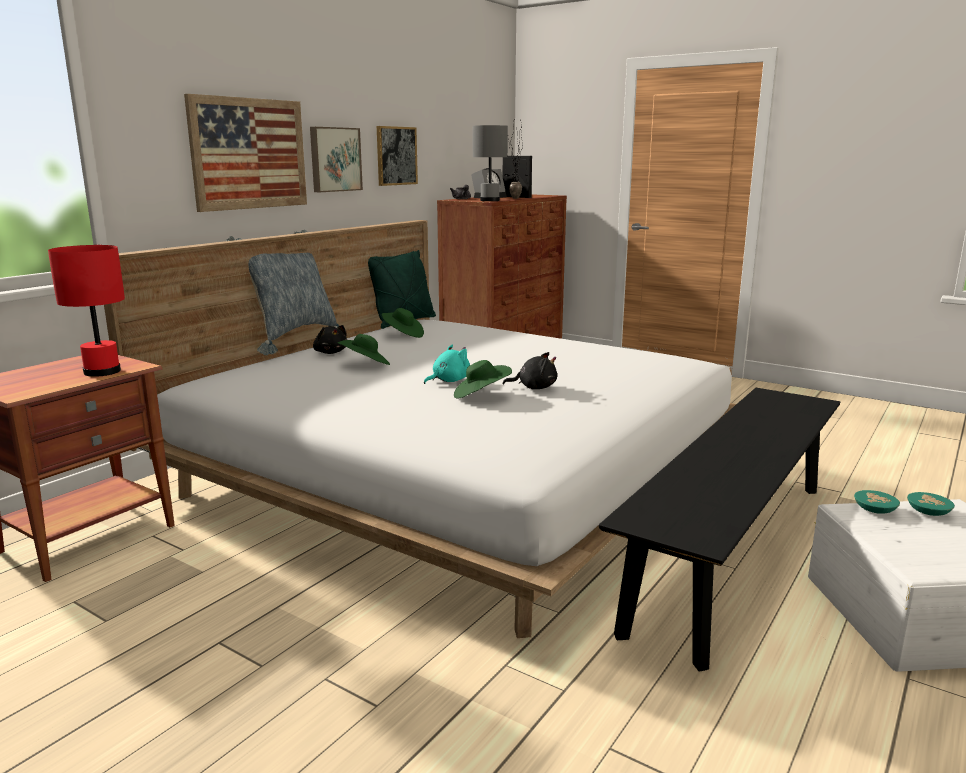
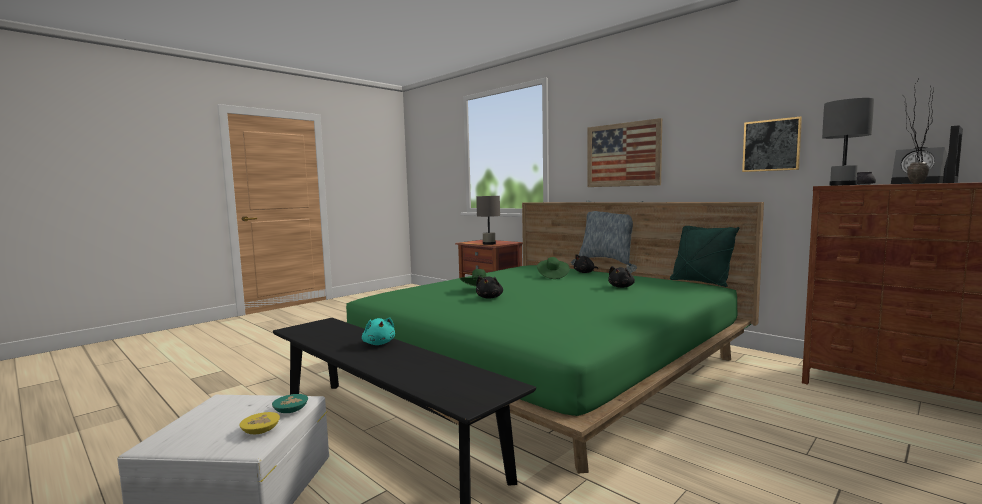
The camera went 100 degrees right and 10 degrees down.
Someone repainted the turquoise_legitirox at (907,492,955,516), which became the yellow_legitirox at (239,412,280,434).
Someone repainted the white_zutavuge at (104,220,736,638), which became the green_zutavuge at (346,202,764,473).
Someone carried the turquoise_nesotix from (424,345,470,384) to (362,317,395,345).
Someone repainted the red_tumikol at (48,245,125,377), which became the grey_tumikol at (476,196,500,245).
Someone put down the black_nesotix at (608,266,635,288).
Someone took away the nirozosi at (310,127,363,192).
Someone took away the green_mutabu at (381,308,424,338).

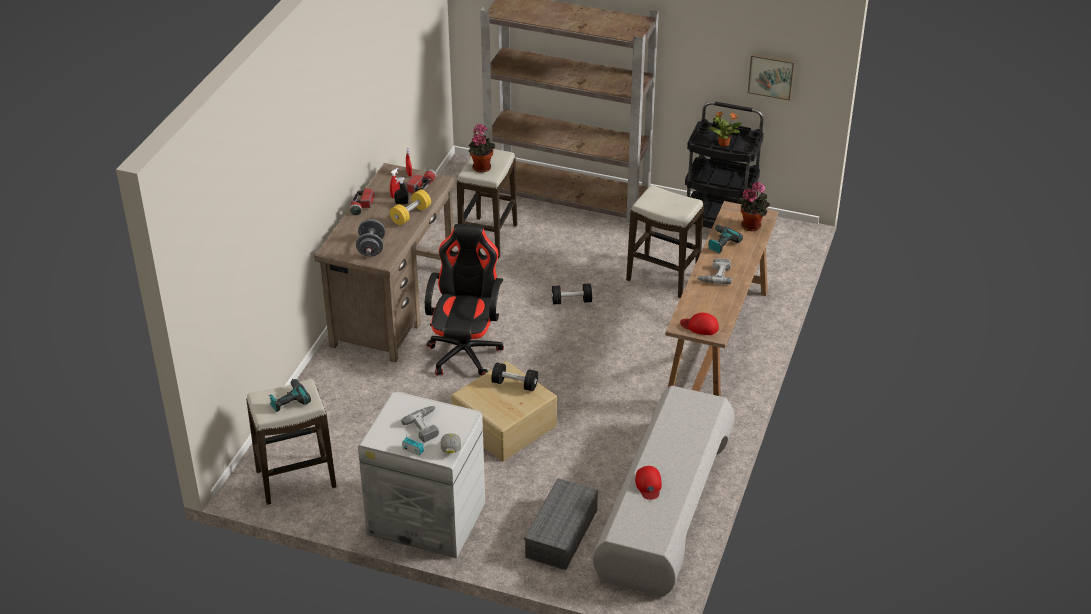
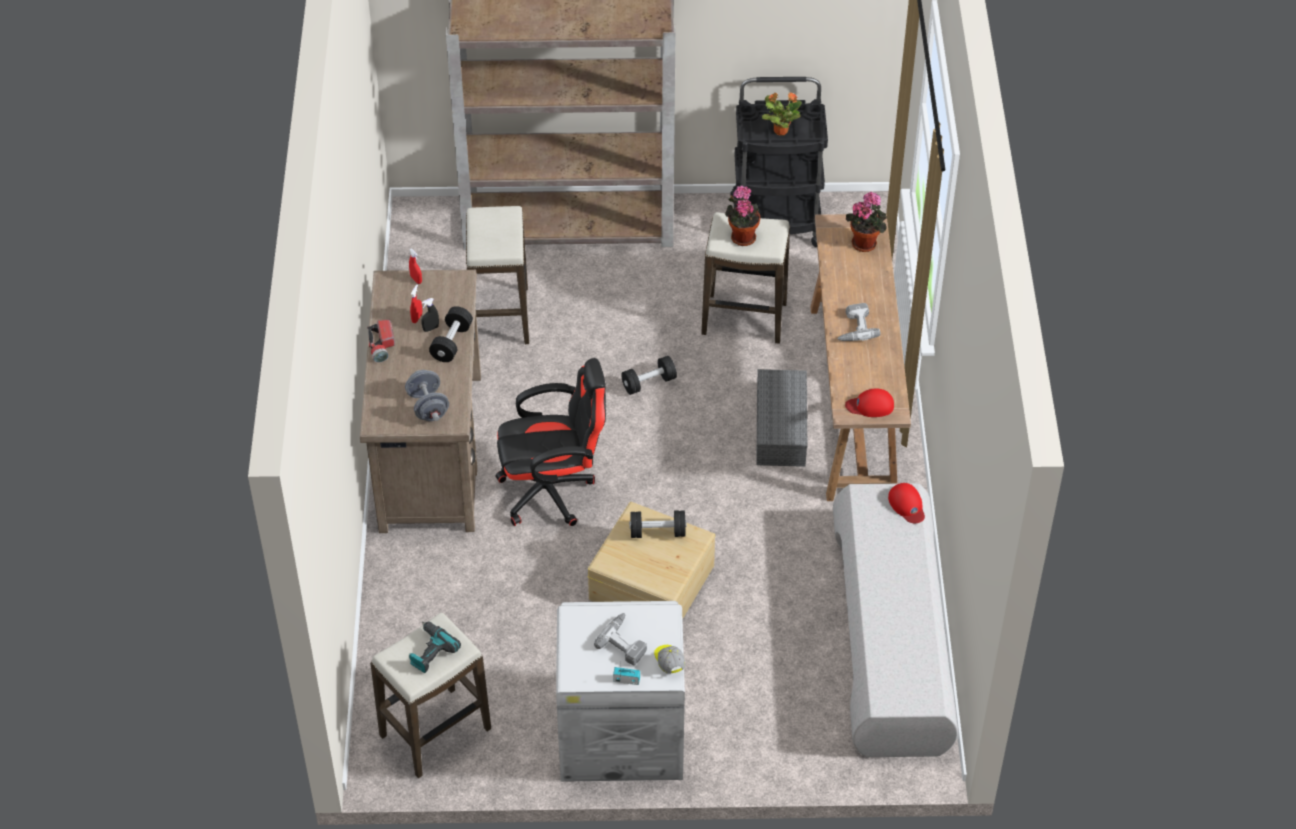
The camera went 20 degrees left and 10 degrees up.
Someone repainted the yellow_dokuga at (390,189,431,225), which became the black_dokuga at (429,306,473,362).
Someone rotated the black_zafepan at (425,224,504,376) by 90 degrees clockwise.
Someone carried the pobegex from (468,124,495,173) to (725,185,760,246).
Someone carried the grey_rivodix from (524,478,598,570) to (756,369,807,467).
Someone carried the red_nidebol from (635,466,662,500) to (888,483,925,523).
Someone took away the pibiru at (406,169,437,193).
Someone took away the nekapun at (708,224,743,253).
Someone took away the nirozosi at (748,53,795,100).

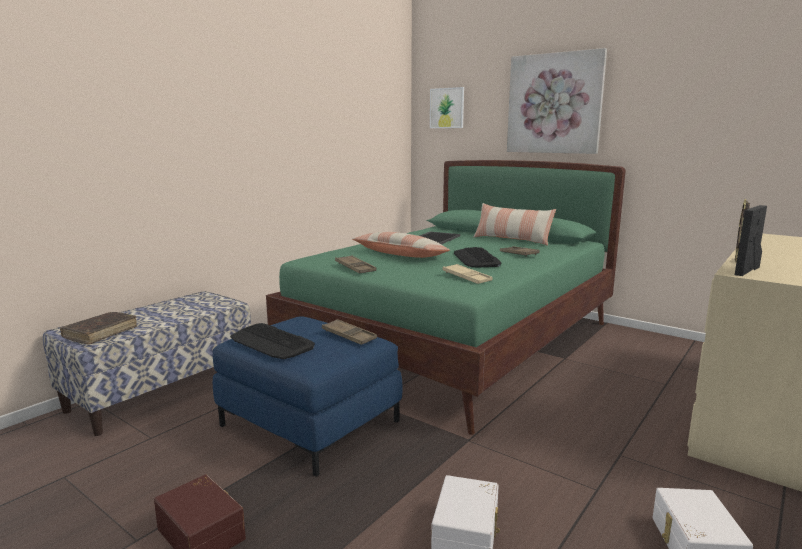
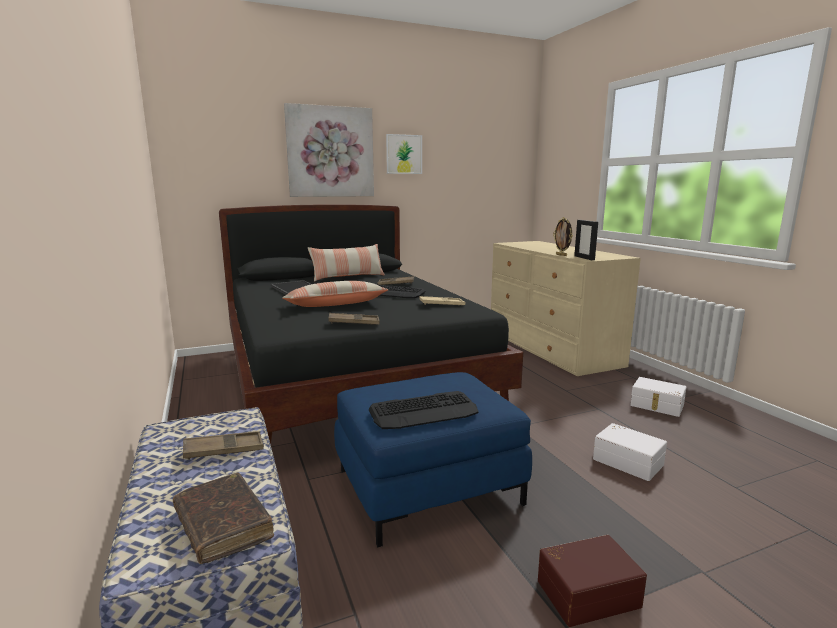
The camera went 60 degrees left and 0 degrees up.
Someone carried the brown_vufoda from (322,319,377,345) to (183,431,264,460).
Someone repainted the green_zutavuge at (266,160,626,435), which became the black_zutavuge at (219,204,523,444).
Someone carried the nirozosi from (430,87,464,128) to (386,134,422,174).

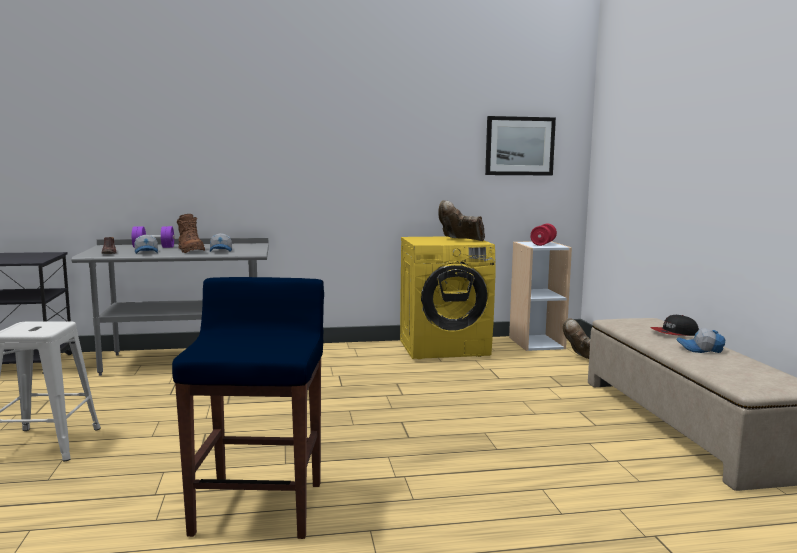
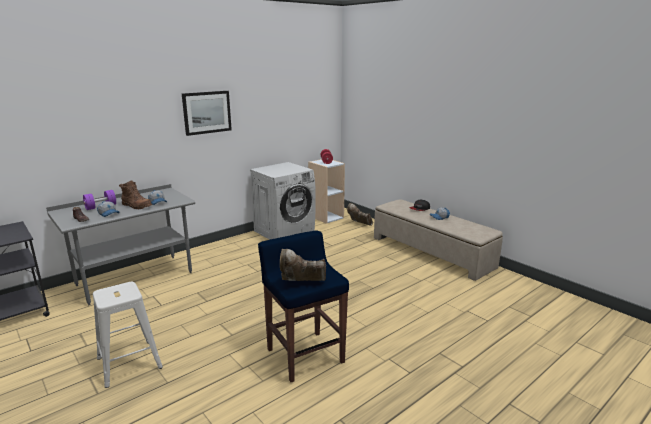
The camera went 30 degrees left and 10 degrees up.
Someone carried the nirozosi from (485,116,556,176) to (182,91,232,136).
Someone repainted the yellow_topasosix at (400,236,496,359), which became the white_topasosix at (250,162,316,240).
Someone carried the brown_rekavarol from (438,200,485,241) to (280,249,326,281).

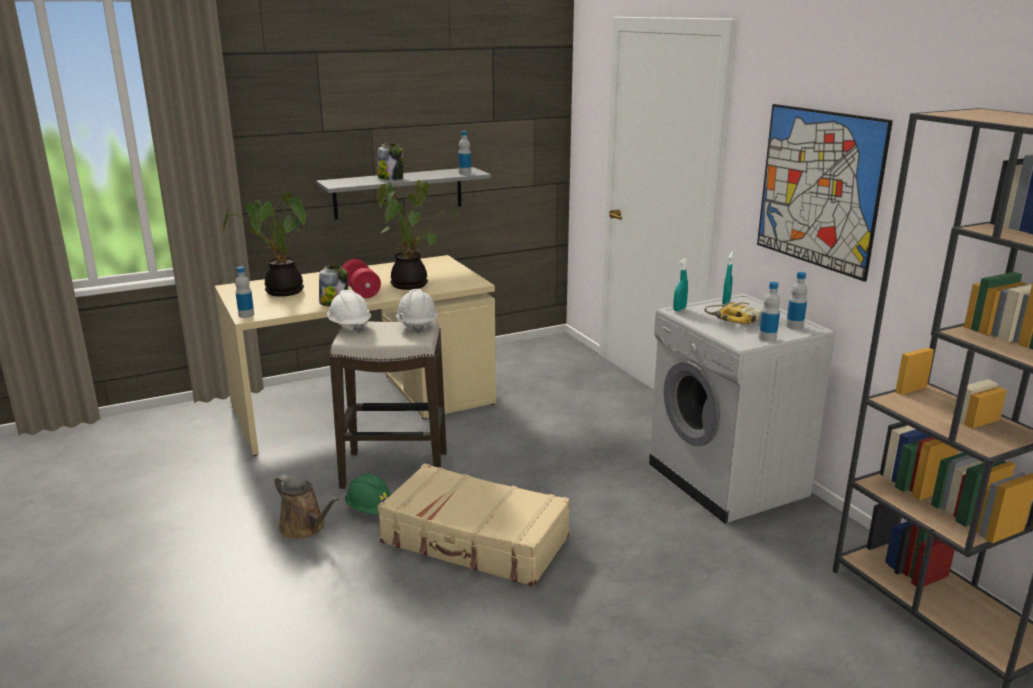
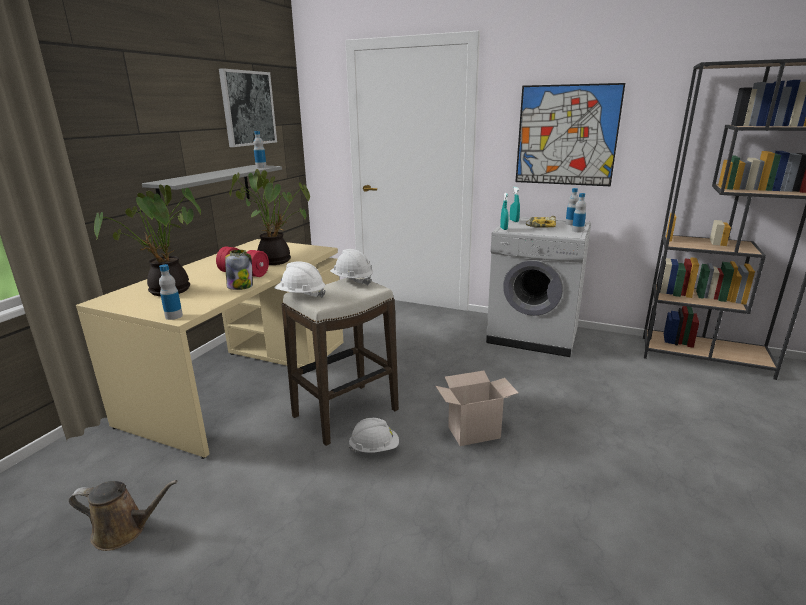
The camera went 40 degrees left and 0 degrees up.
Someone carried the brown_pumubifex from (274,474,339,539) to (69,480,178,551).
Someone put up the nirozosi at (219,68,277,147).
Someone repainted the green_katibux at (345,474,391,515), which became the white_katibux at (349,418,399,453).
Someone swapped the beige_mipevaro at (377,463,570,587) for the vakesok at (436,371,518,446).
Someone took away the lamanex at (378,143,403,180).

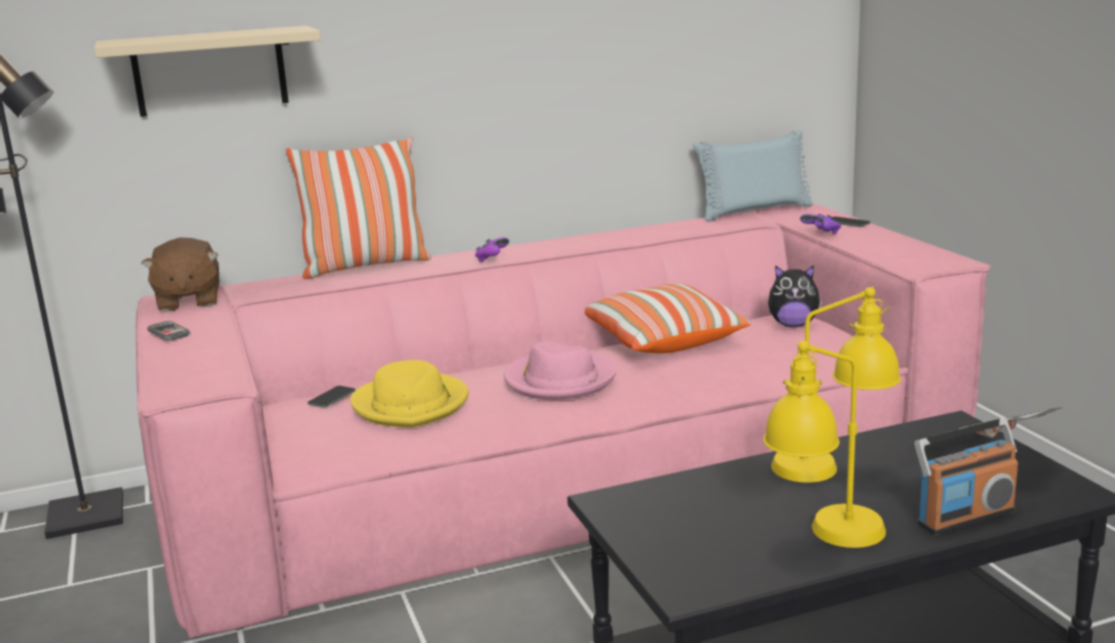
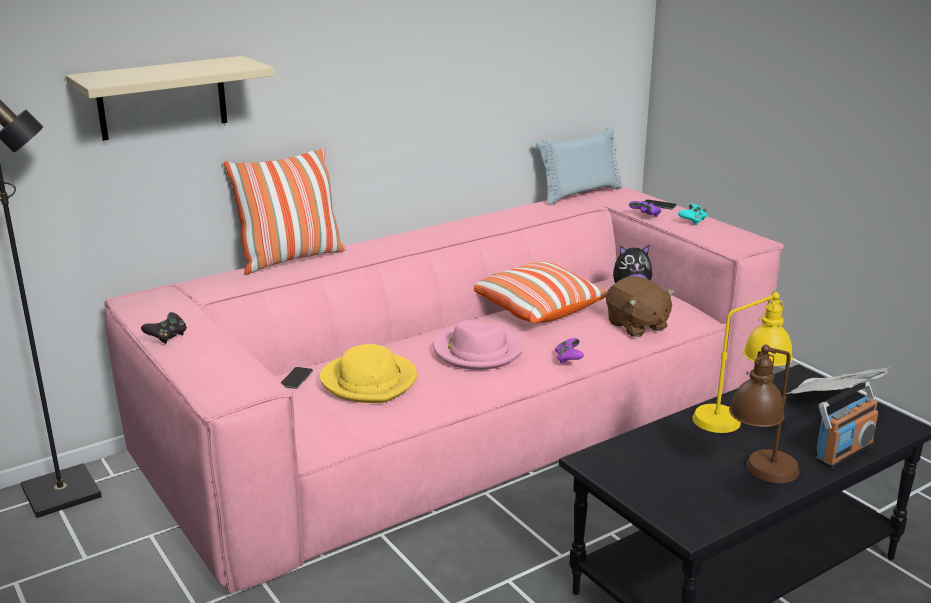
The camera went 15 degrees left and 5 degrees up.
Someone swapped the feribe at (147,321,190,341) for the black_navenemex at (141,312,187,344).
Someone carried the purple_navenemex from (475,238,509,262) to (555,338,584,364).
Someone carried the brown_nesotix from (141,237,219,312) to (606,276,675,337).
Someone put down the turquoise_navenemex at (678,203,707,225).
Someone repainted the yellow_tumikol at (763,340,886,548), which became the brown_tumikol at (729,345,799,483).

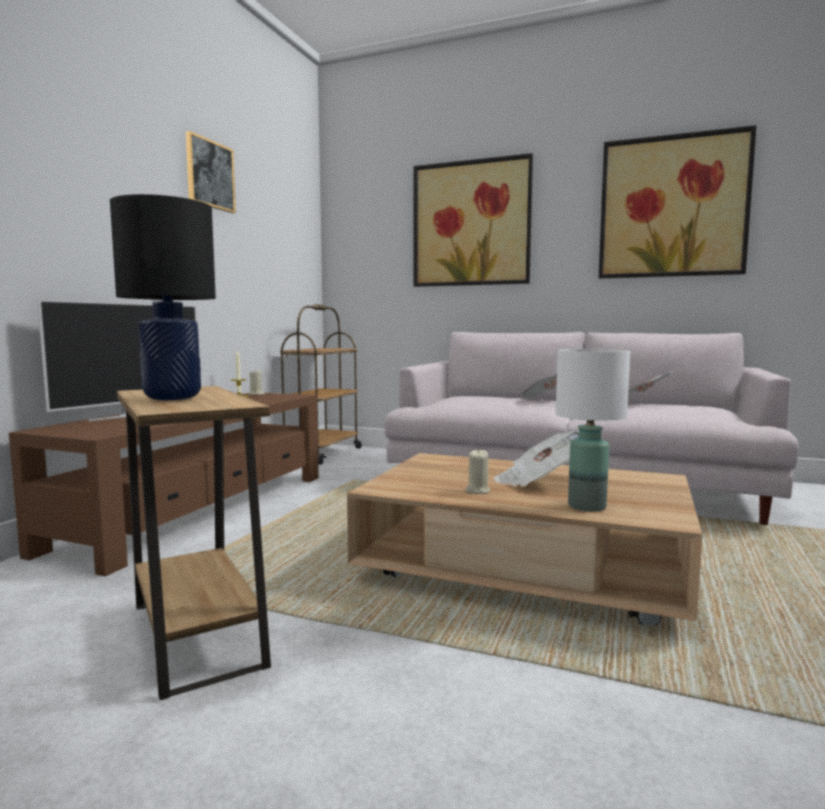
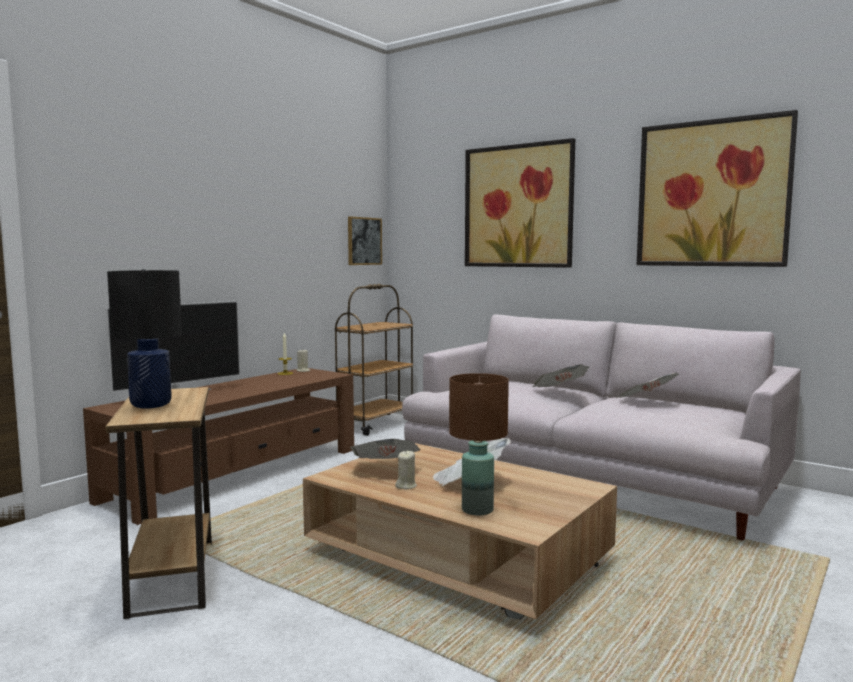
The camera went 15 degrees right and 0 degrees up.
Someone carried the nirozosi from (186,131,236,213) to (348,216,382,265).
Someone put down the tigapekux at (350,439,420,459).
Someone repainted the white_tumikol at (556,349,630,511), which became the brown_tumikol at (449,373,509,515).

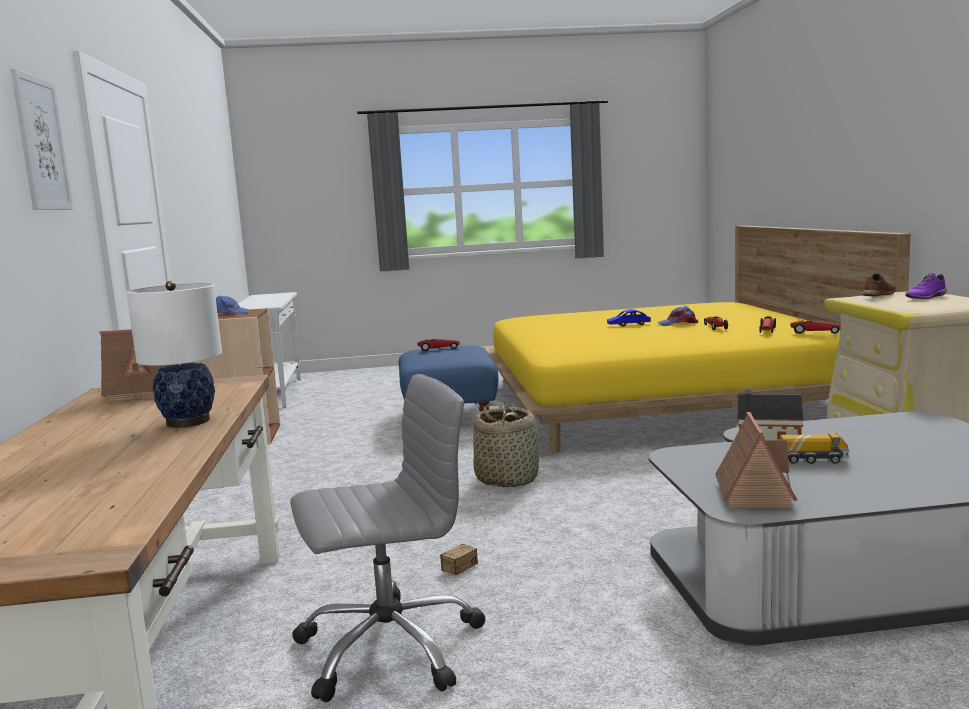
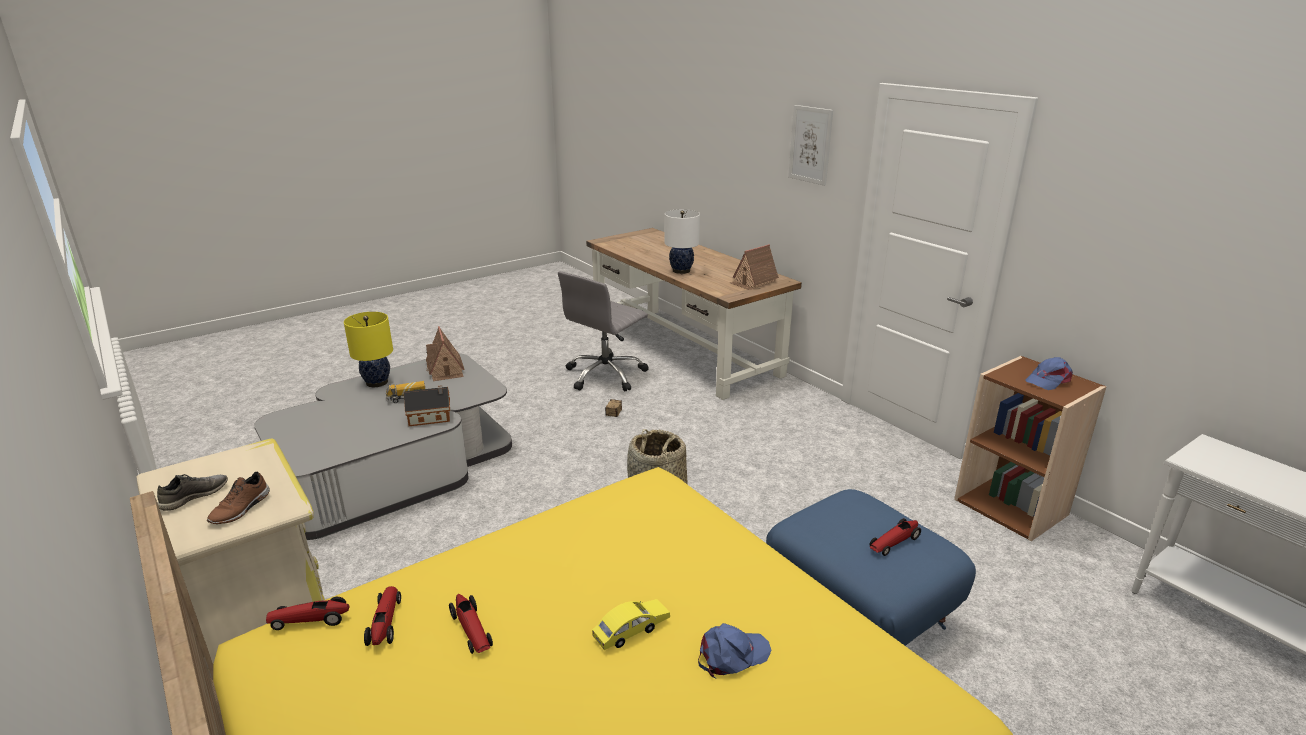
The camera went 150 degrees right and 15 degrees up.
Someone repainted the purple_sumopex at (905,273,947,299), which became the grey_sumopex at (157,474,228,511).
Someone put down the yellow_tumikol at (344,312,393,387).
Someone repainted the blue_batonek at (607,309,651,327), which became the yellow_batonek at (592,599,670,650).
Someone carried the blue_nidebol from (657,306,698,326) to (698,623,772,679).

